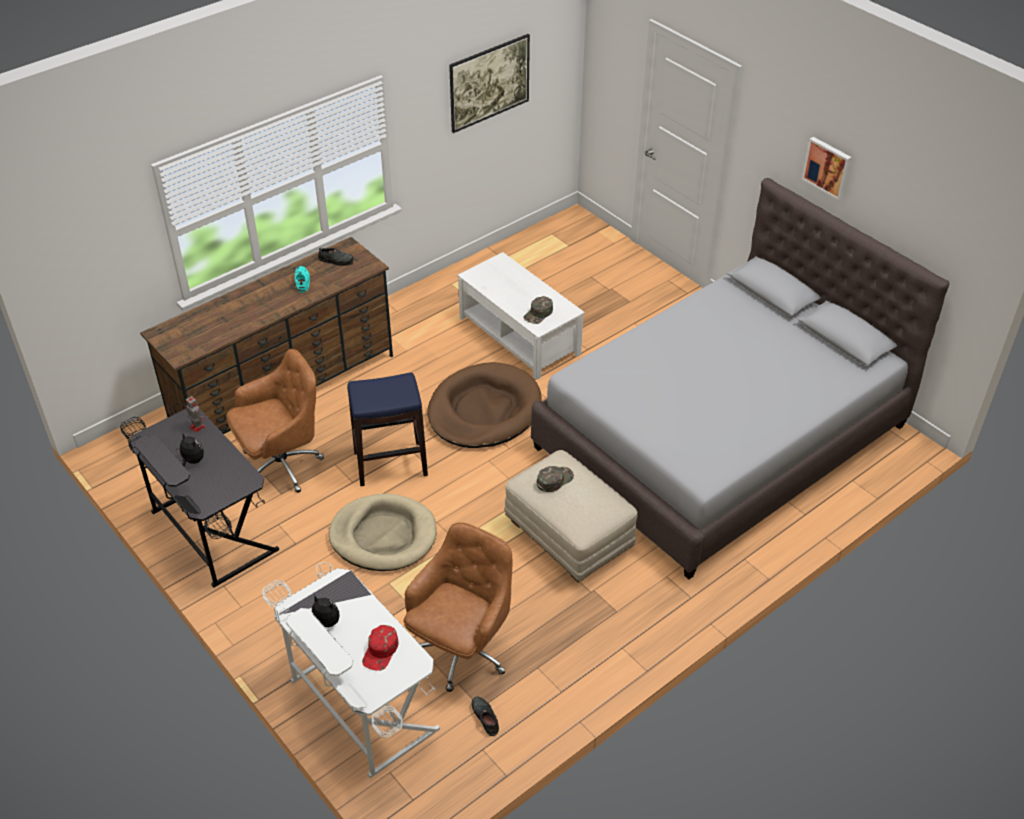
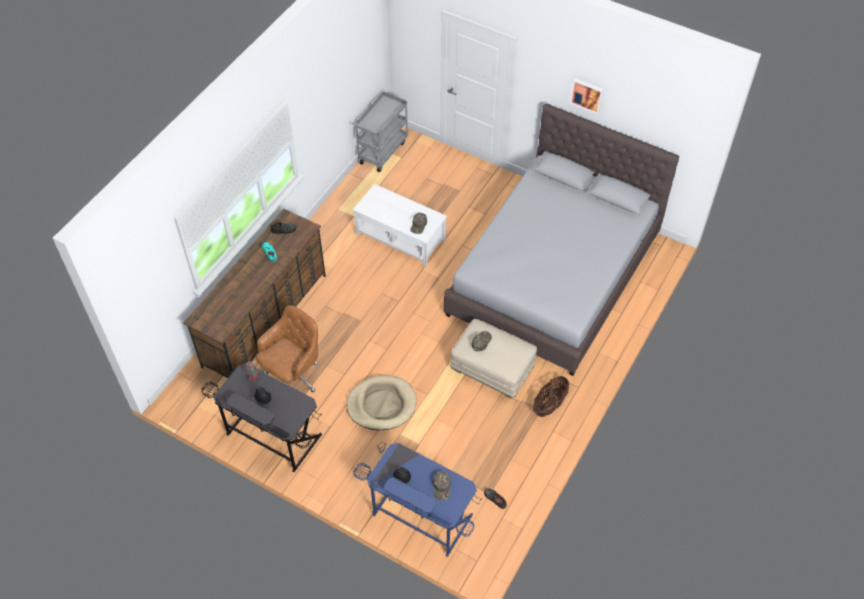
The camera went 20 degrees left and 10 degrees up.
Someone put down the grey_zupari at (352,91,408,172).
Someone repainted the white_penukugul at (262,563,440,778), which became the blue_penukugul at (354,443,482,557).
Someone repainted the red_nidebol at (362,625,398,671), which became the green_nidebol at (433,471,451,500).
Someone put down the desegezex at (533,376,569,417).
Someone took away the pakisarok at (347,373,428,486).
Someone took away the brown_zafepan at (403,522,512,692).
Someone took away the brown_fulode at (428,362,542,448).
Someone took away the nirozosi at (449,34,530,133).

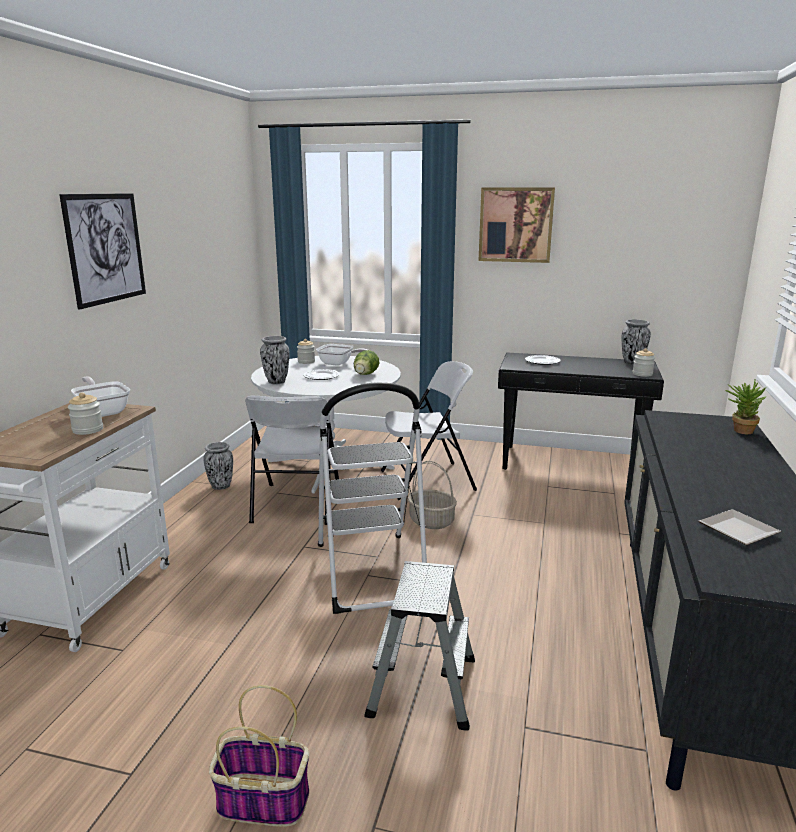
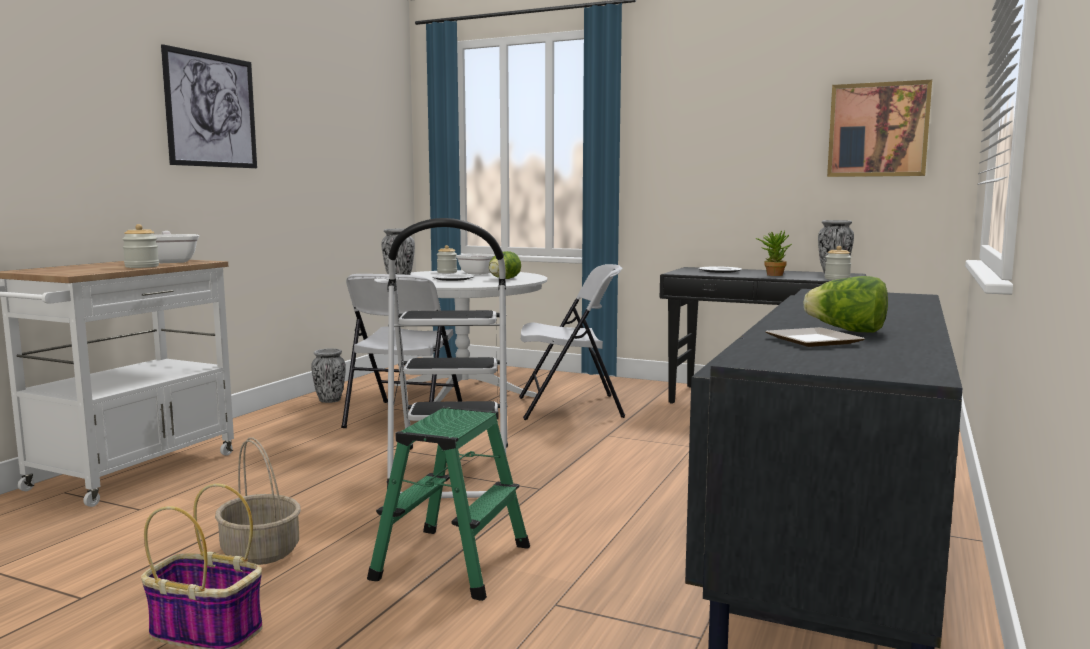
The camera went 10 degrees right and 10 degrees down.
Someone carried the desegezex from (408,461,457,529) to (215,437,301,565).
Someone repainted the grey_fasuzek at (364,561,475,731), which became the green_fasuzek at (367,406,530,601).
Someone carried the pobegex from (725,379,766,434) to (756,230,792,276).
Someone put down the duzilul at (803,276,888,332).
Someone carried the nirozosi from (478,188,555,263) to (827,80,932,177).

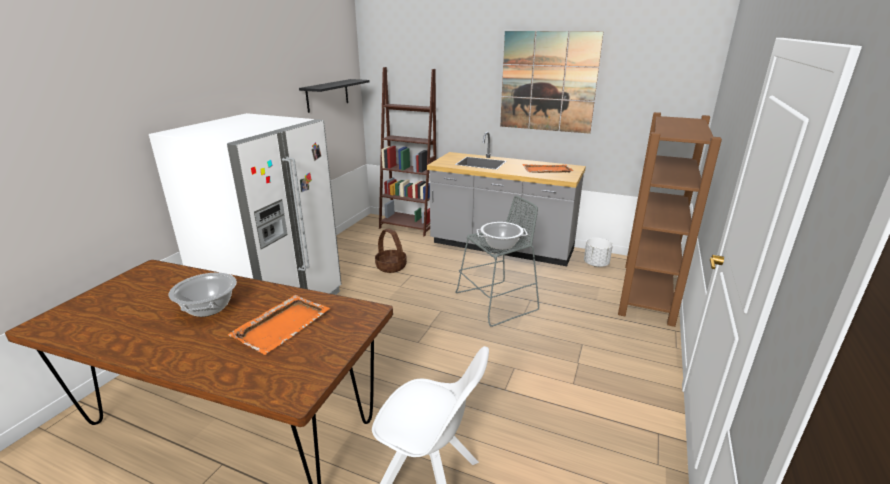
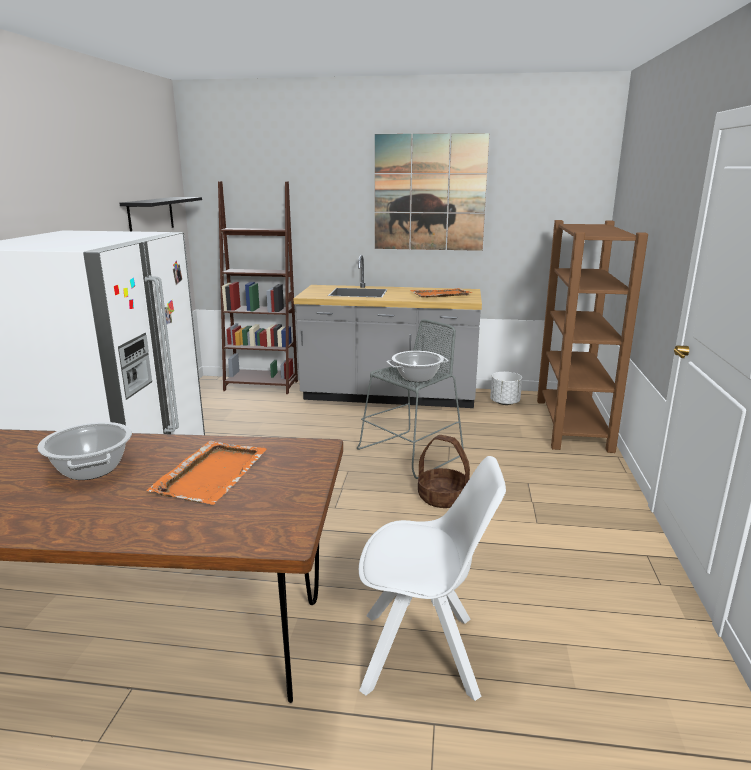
The camera went 15 degrees left and 5 degrees down.
Someone carried the desegezex from (375,228,407,273) to (418,435,470,508).

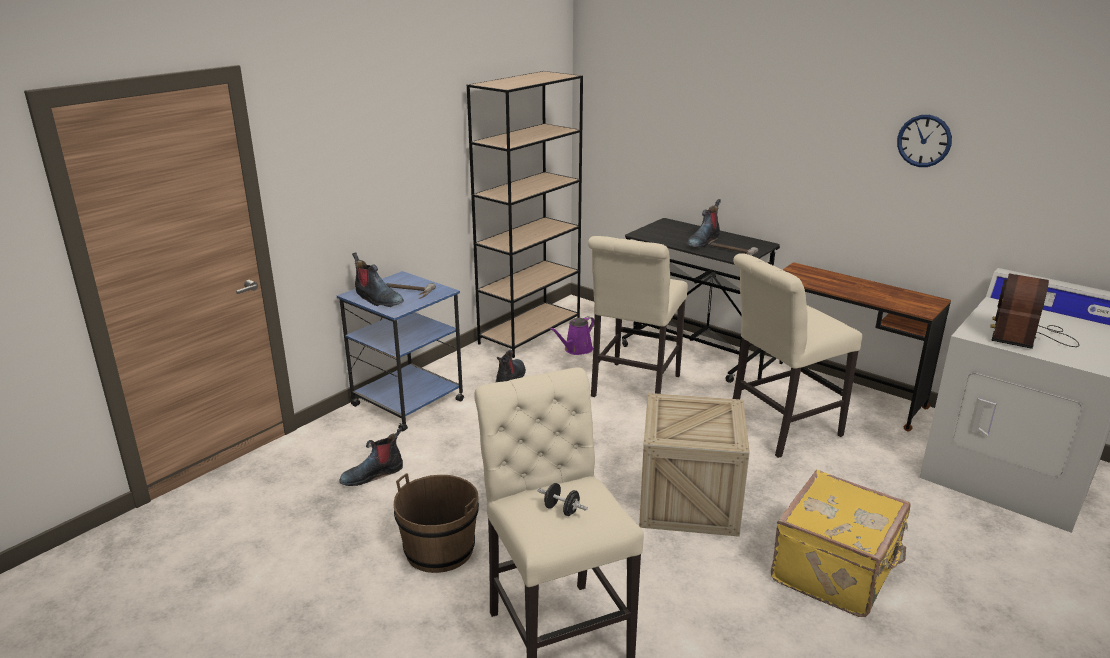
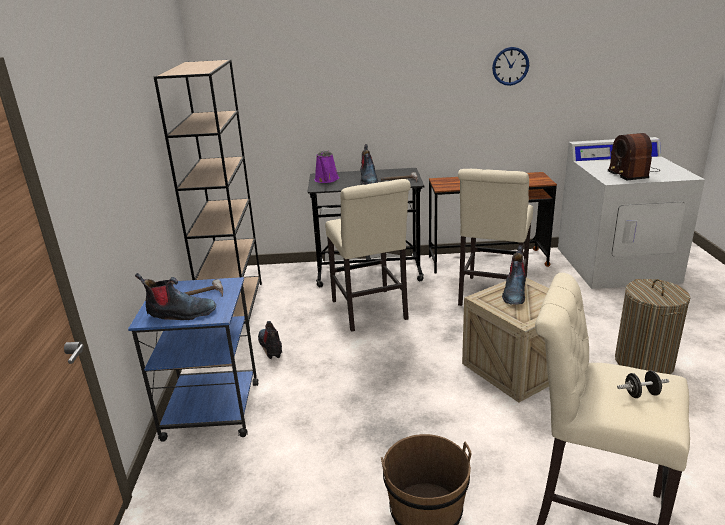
The camera went 40 degrees left and 0 degrees up.
Someone carried the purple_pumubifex from (550,316,594,355) to (314,150,339,183).
Someone carried the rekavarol from (339,427,403,486) to (502,245,526,305).
Someone swapped the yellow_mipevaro at (771,470,910,617) for the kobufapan at (615,279,690,374).

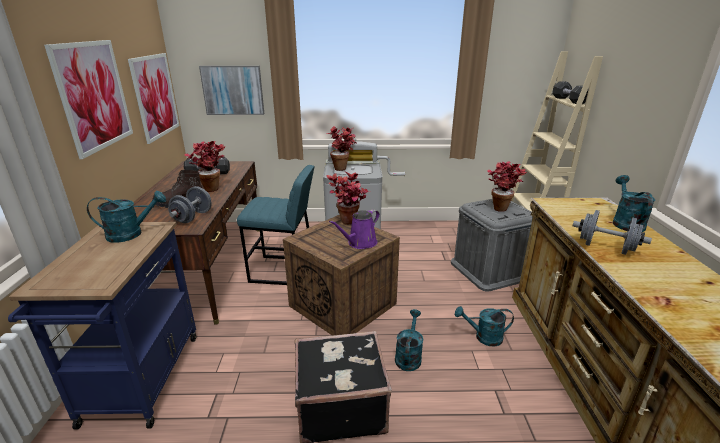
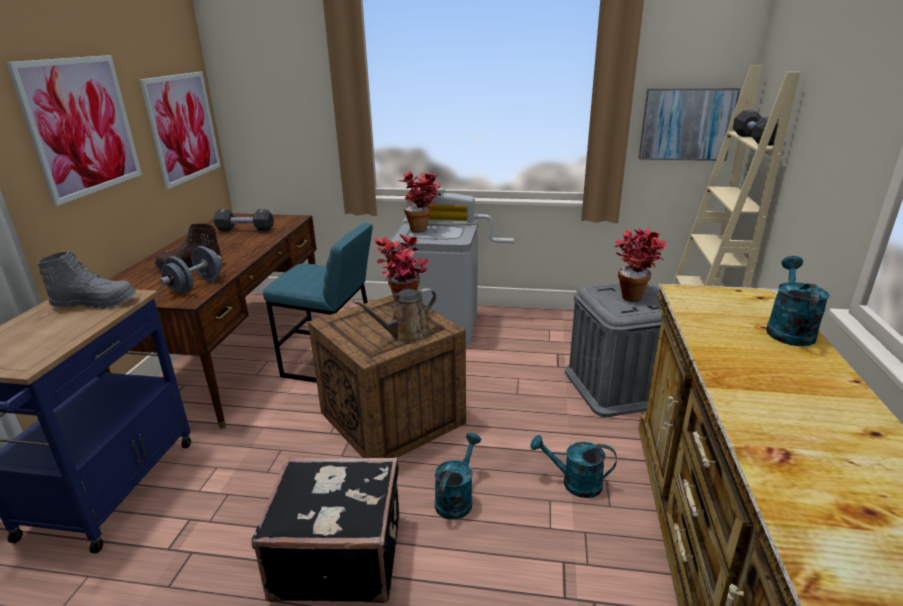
The camera went 10 degrees right and 0 degrees up.
Someone swapped the turquoise_pumubifex at (87,191,166,243) for the grey_rekavarol at (37,250,136,309).
Someone repainted the purple_pumubifex at (329,209,380,249), which became the brown_pumubifex at (353,288,437,343).
Someone carried the nirozosi from (199,66,264,115) to (638,88,740,161).
Someone took away the pobegex at (185,141,226,192).
Someone took away the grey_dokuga at (573,210,652,255).

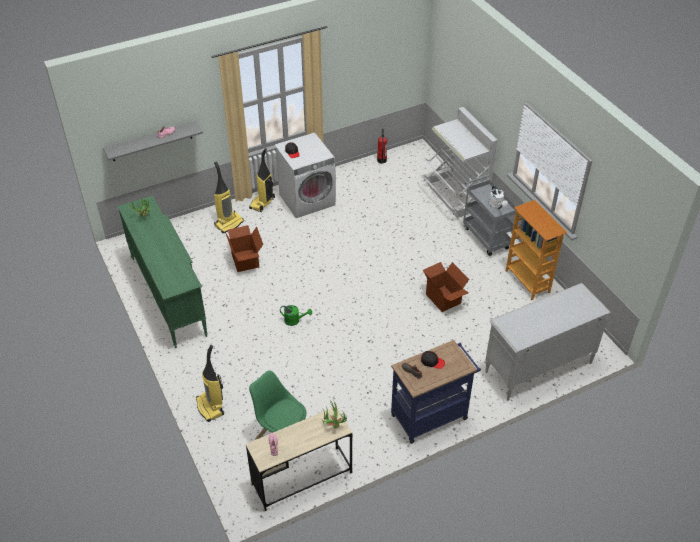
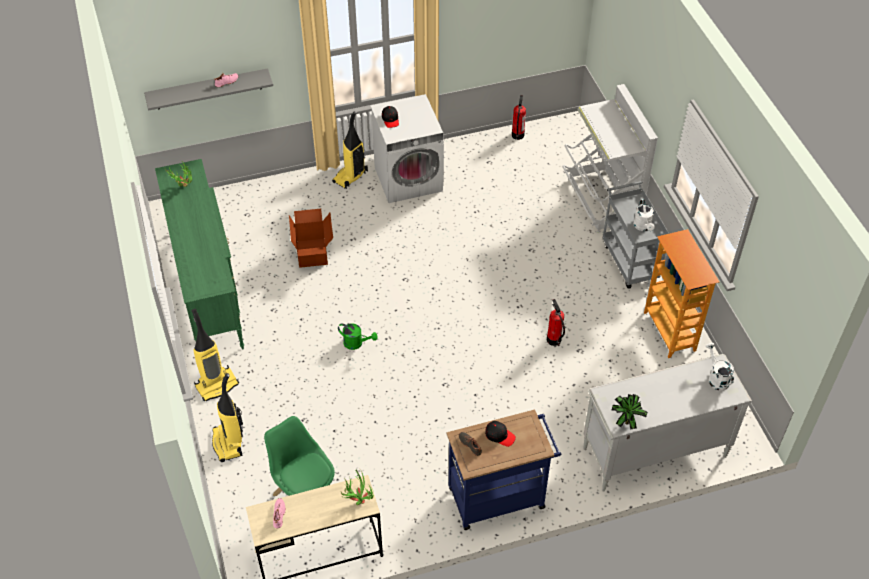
The camera went 10 degrees right and 5 degrees up.
Someone carried the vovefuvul from (214,161,244,233) to (192,309,239,401).
Someone swapped the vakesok at (423,262,469,312) for the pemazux at (547,299,565,346).
Someone put down the pobegex at (612,394,648,430).
Someone put down the white_pumubifex at (706,343,734,391).

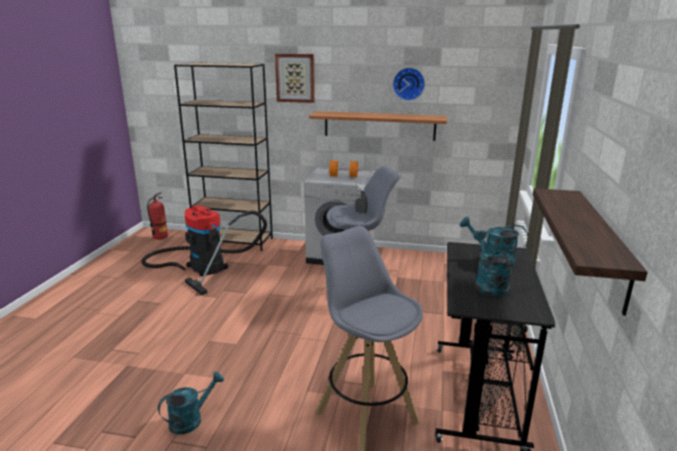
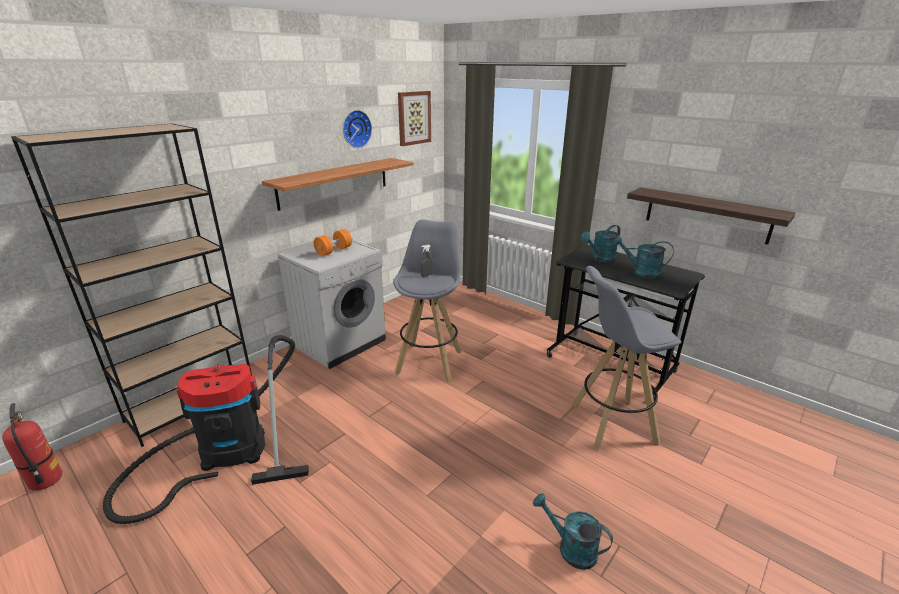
The camera went 60 degrees left and 5 degrees up.
Someone carried the nirozosi from (275,54,315,103) to (398,91,431,146).
Someone rotated the turquoise_pumubifex at (158,371,224,434) by 45 degrees counterclockwise.

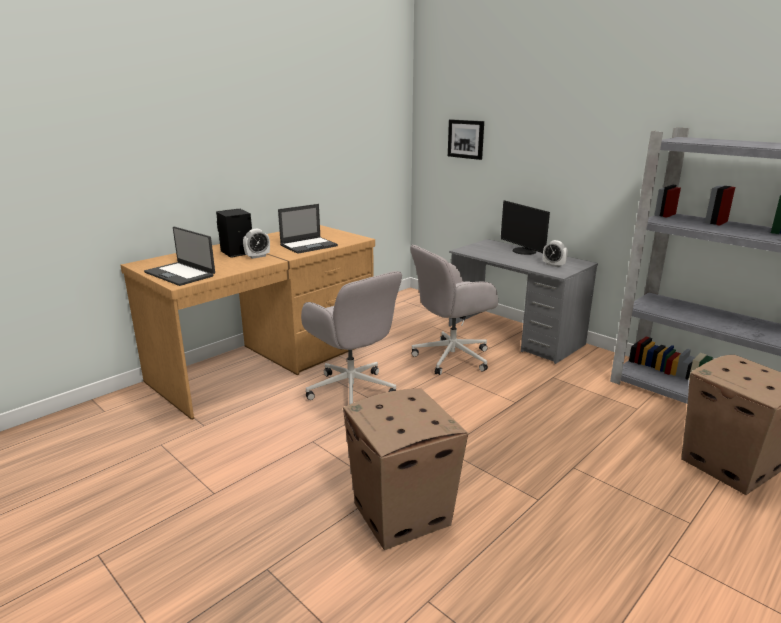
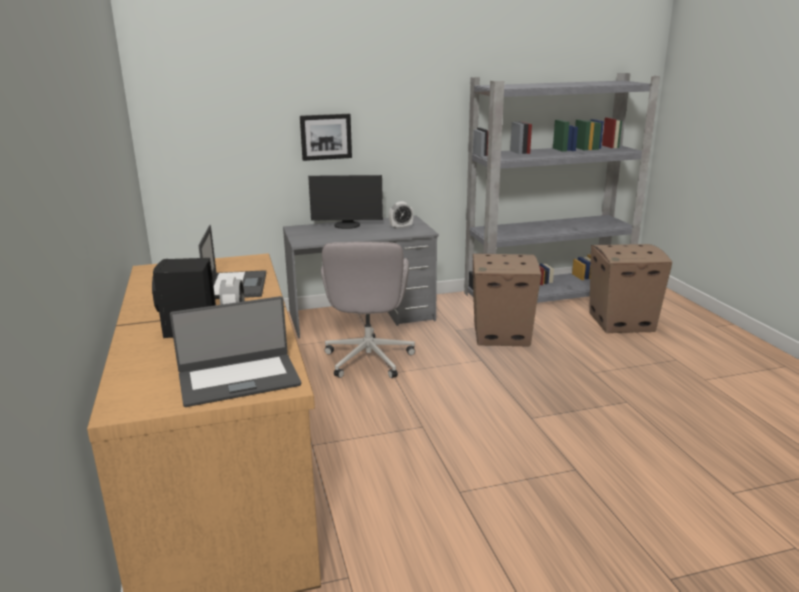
The camera went 60 degrees left and 0 degrees up.
Someone carried the nirozosi from (448,119,484,160) to (300,114,352,161).
Someone carried the vakesok from (343,389,468,550) to (473,253,541,346).
Someone took away the grey_zafepan at (301,271,402,405).

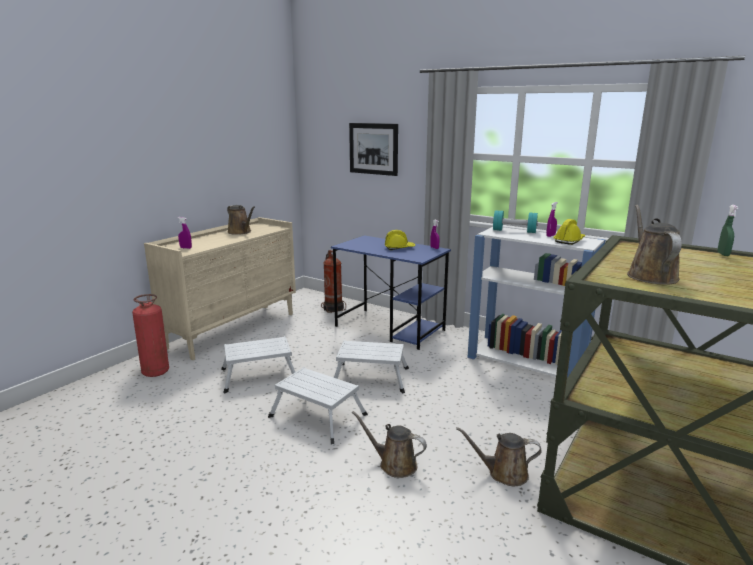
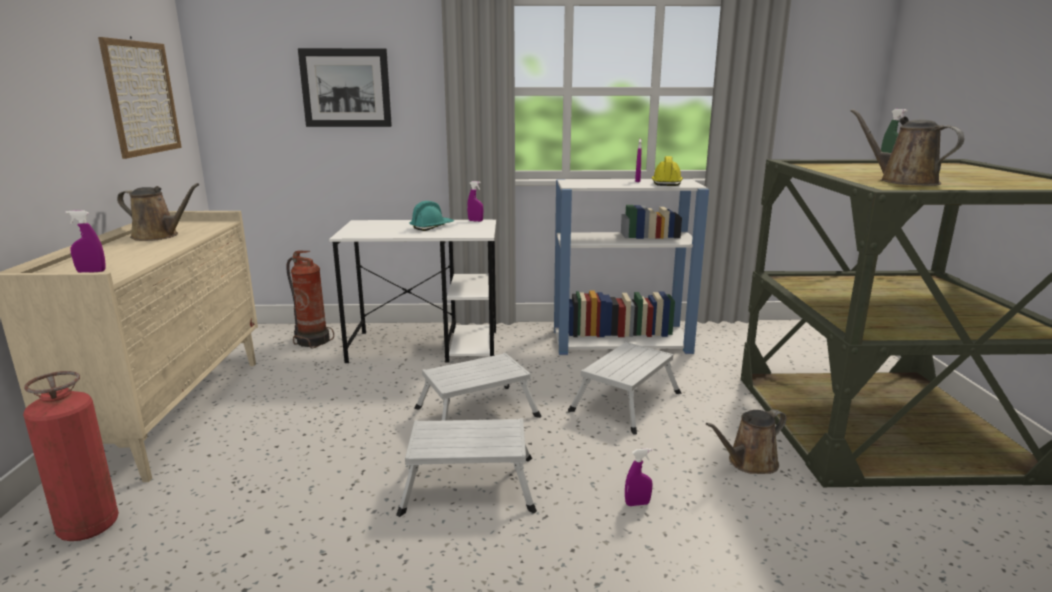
The camera went 35 degrees left and 0 degrees up.
Someone put up the nirozosi at (98,36,182,159).
Someone repainted the blue_penukugul at (331,235,451,350), which became the white_penukugul at (329,220,496,363).
Someone repainted the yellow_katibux at (385,230,415,250), which became the turquoise_katibux at (409,201,454,231).
Someone carried the white_fasuzek from (221,336,295,394) to (568,342,682,435).
Someone swapped the brown_pumubifex at (352,411,427,478) for the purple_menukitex at (625,448,652,506).
Someone took away the turquoise_dokuga at (493,211,538,233).

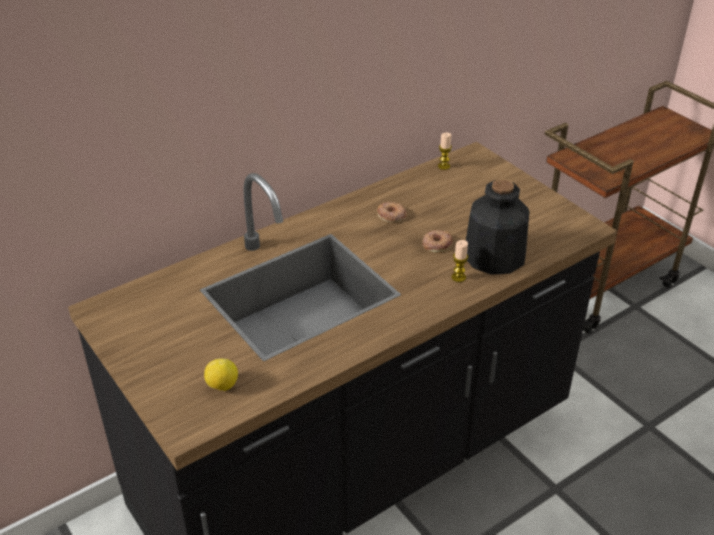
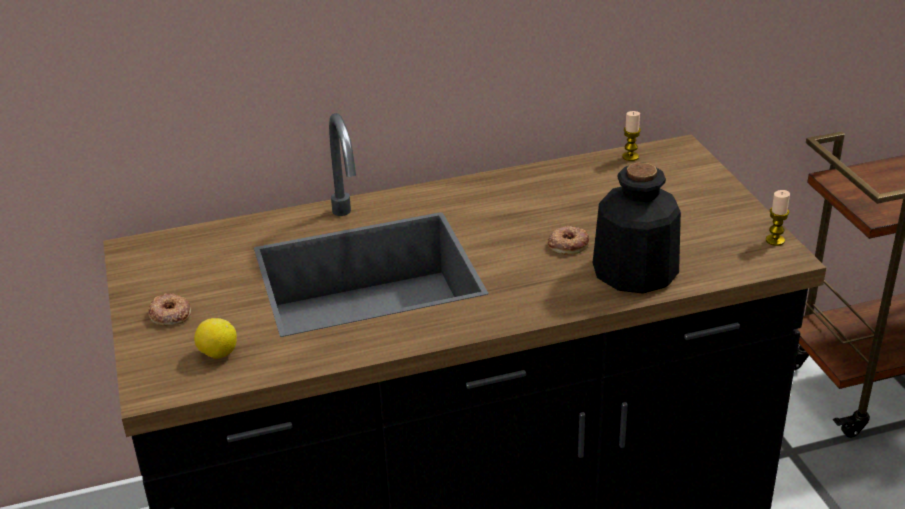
The camera went 20 degrees right and 5 degrees down.
Someone carried the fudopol from (377,202,407,223) to (148,293,191,325).
Someone carried the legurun from (451,240,468,282) to (766,190,790,246).

